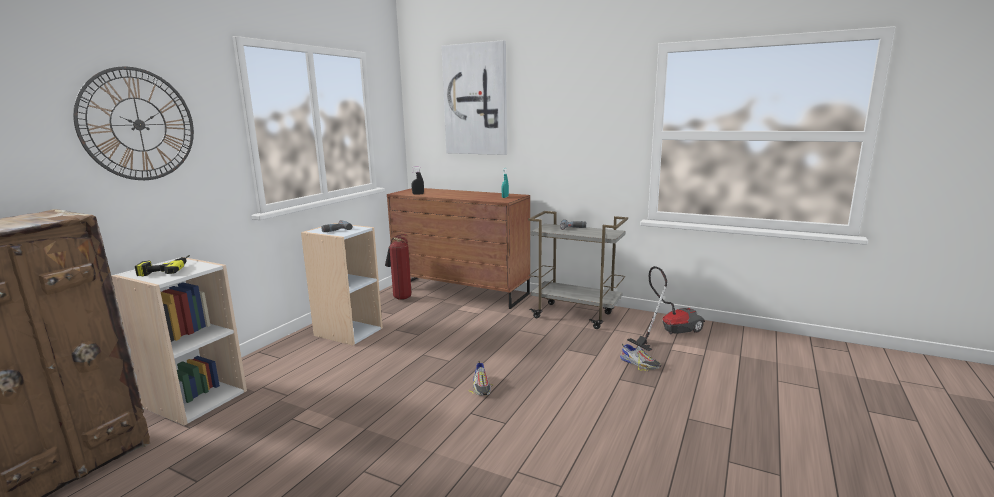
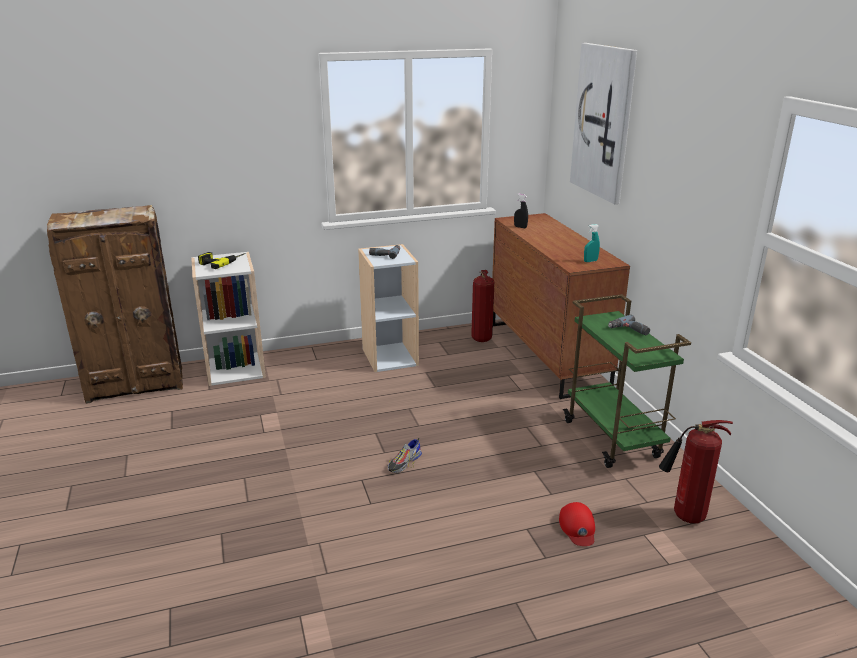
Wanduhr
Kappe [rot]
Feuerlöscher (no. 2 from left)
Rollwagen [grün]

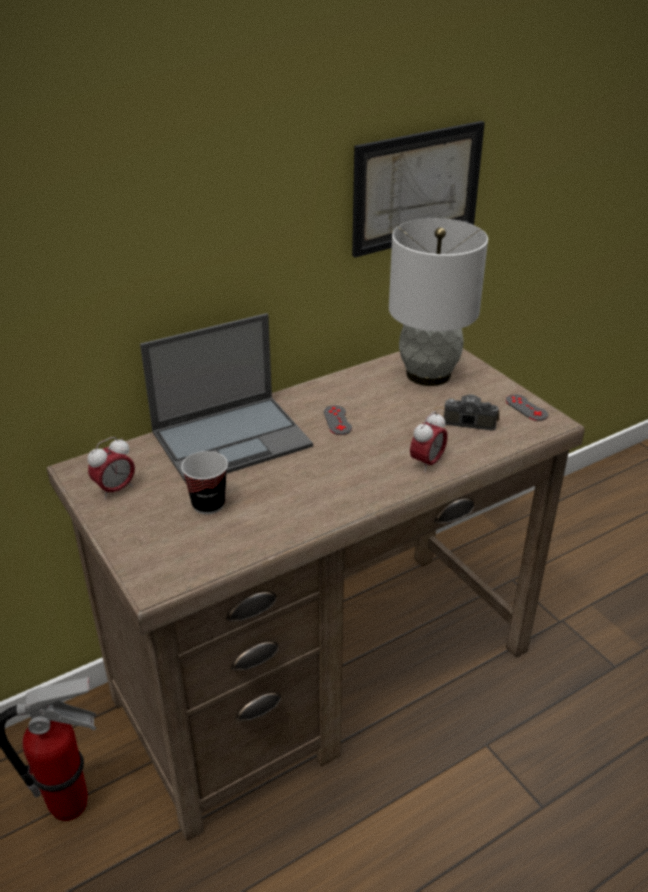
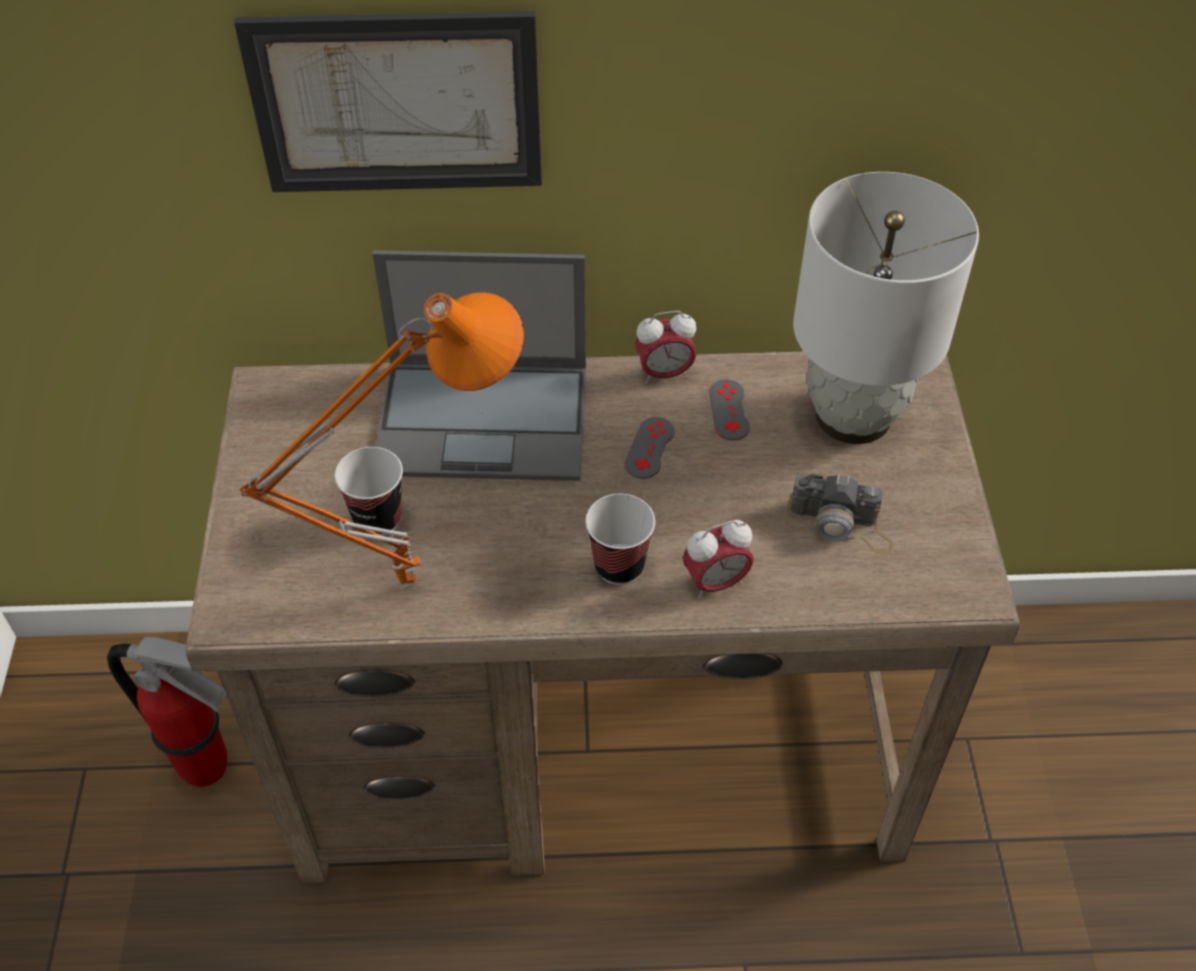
Tischlampe [orange]
Tasse (no. 2 from left)
Wecker (no. 1 from left)
Bild
Gamepad [grau] (no. 2 from left)
Kamera

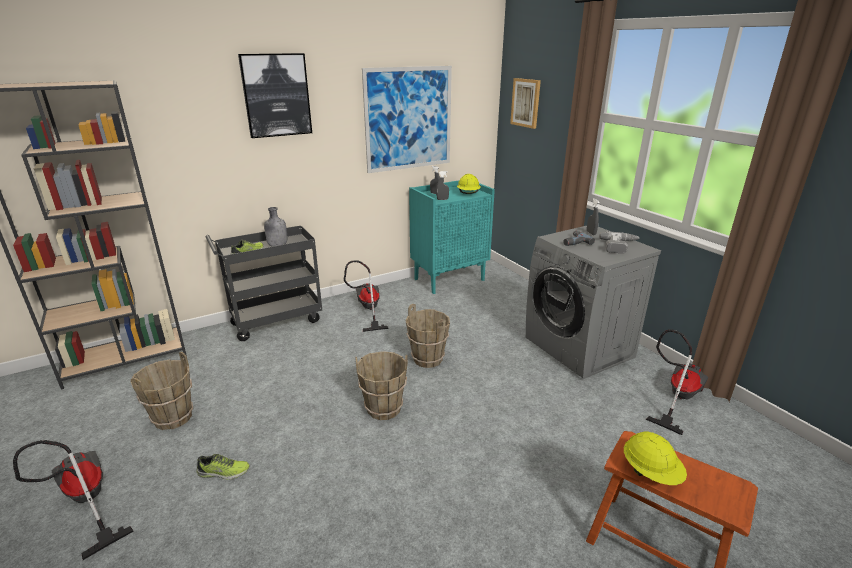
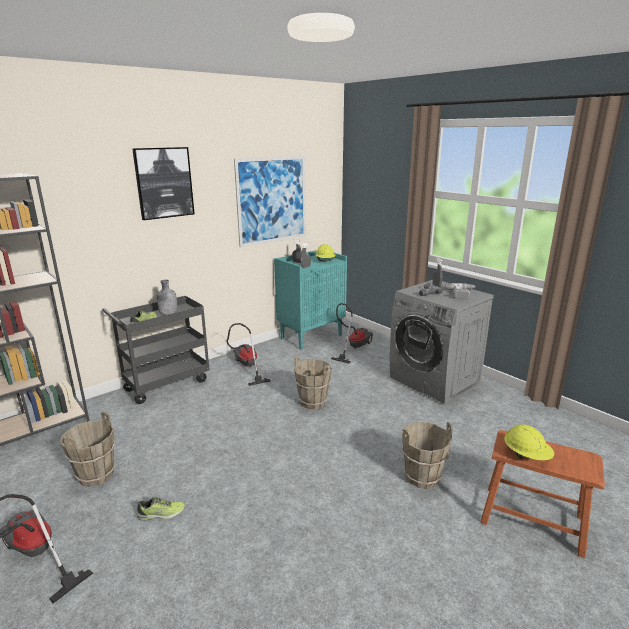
Bild (no. 3 from left in the first image)
Eimer [braun] (no. 3 from left)
Staubsauger (no. 3 from left)

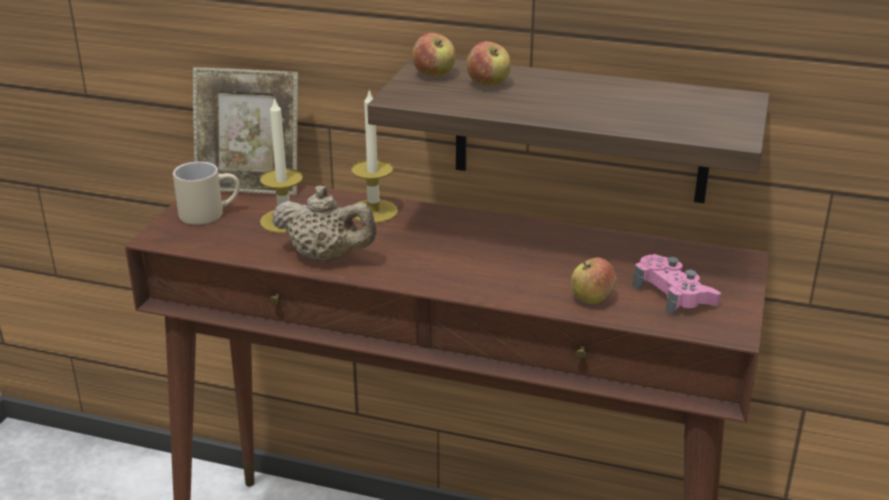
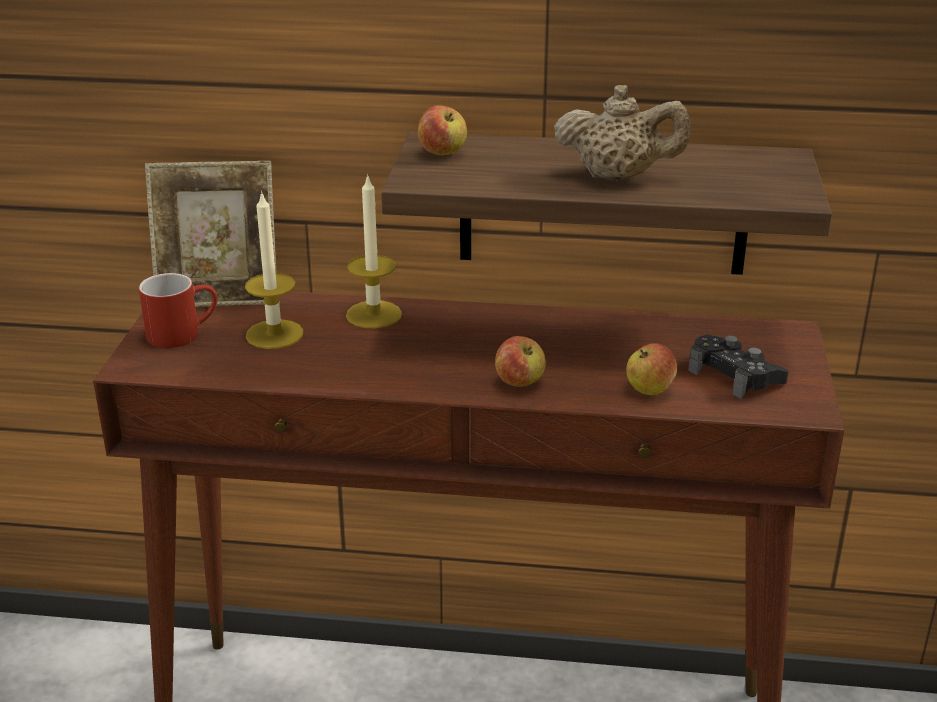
Teekanne [beige]
Apfel (no. 2 from left)
Henkelbecher [rot]
Gamepad [schwarz]

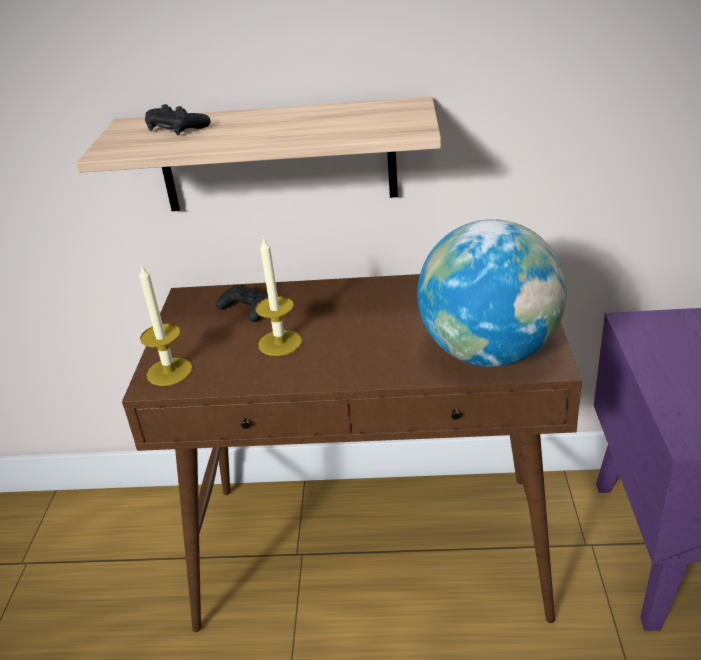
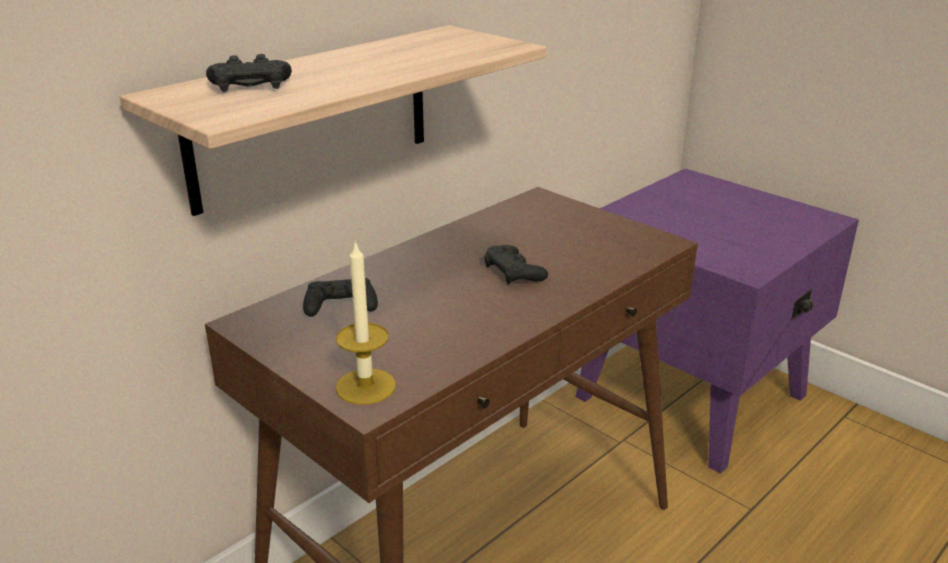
Kerze (no. 2 from left in the first image)
Globus
Gamepad [schwarz] (no. 3 from left)

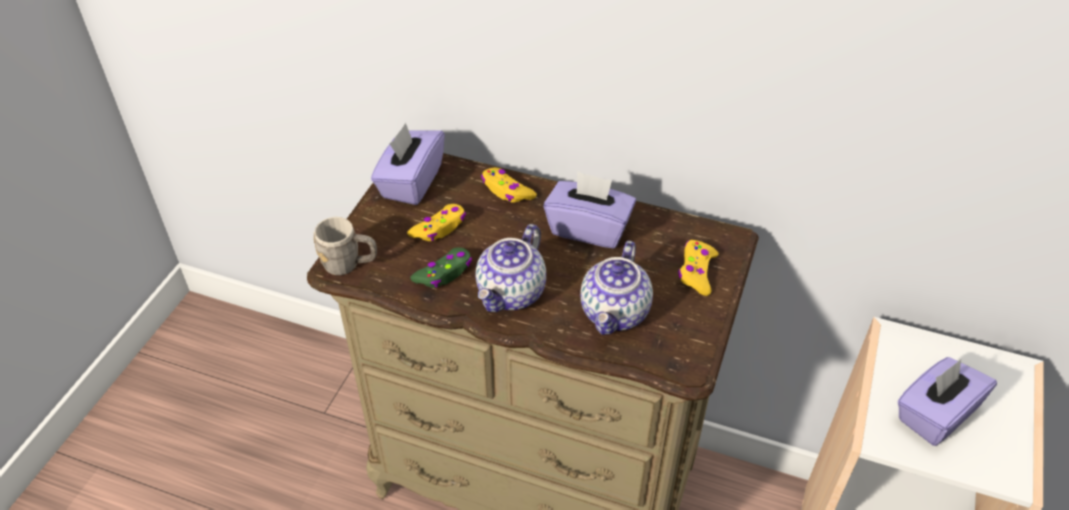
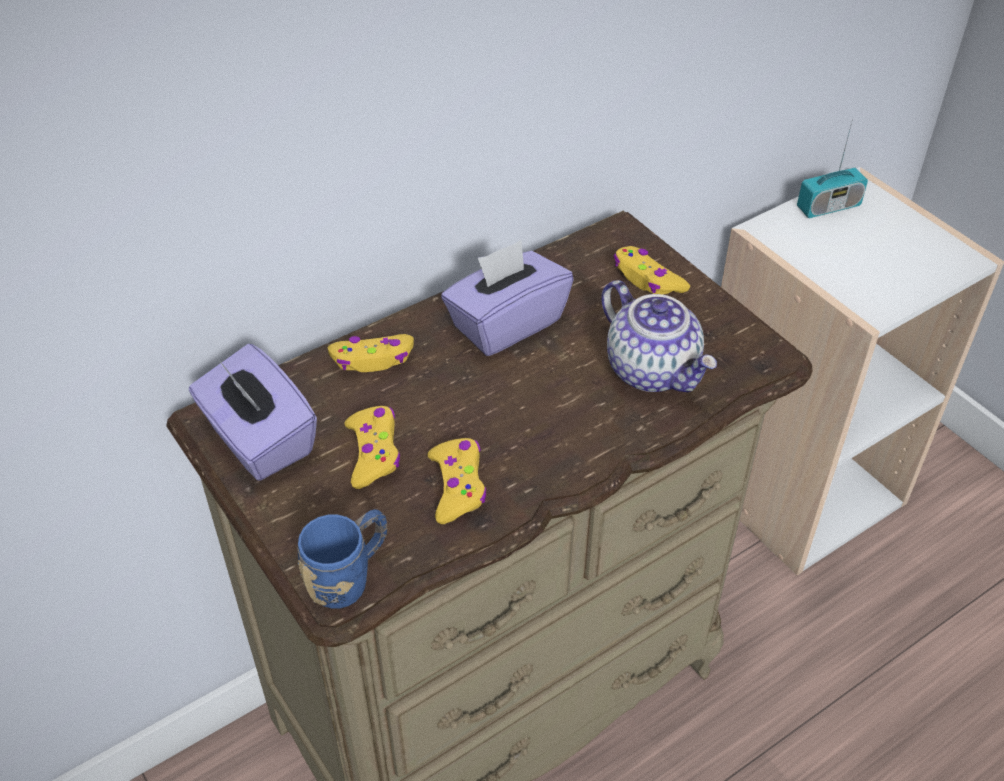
Teekanne (no. 1 from left in the first image)
Taschentuchbox [lila] (no. 3 from left in the first image)
Radio
Henkelbecher [blau]
Gamepad [gelb] (no. 3 from left)

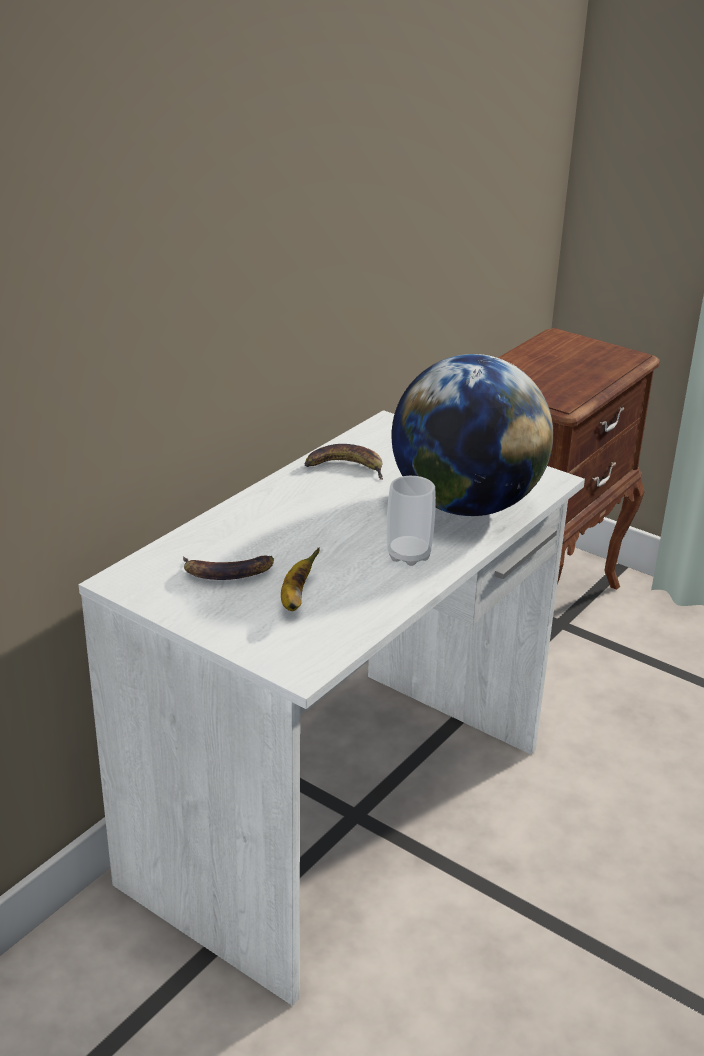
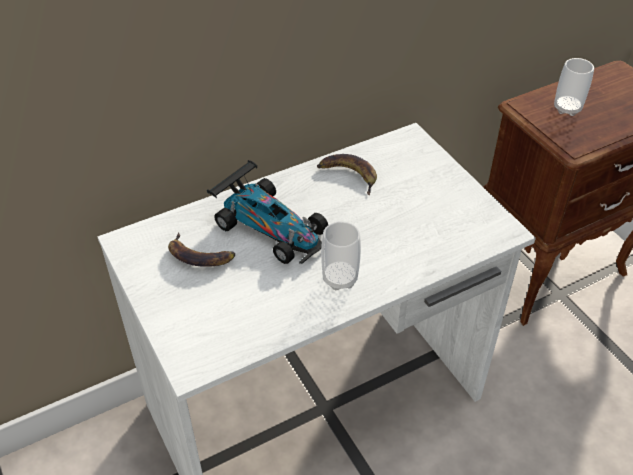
Banane (no. 2 from left in the first image)
Globus
Spielzeugauto
Tasse (no. 2 from left)

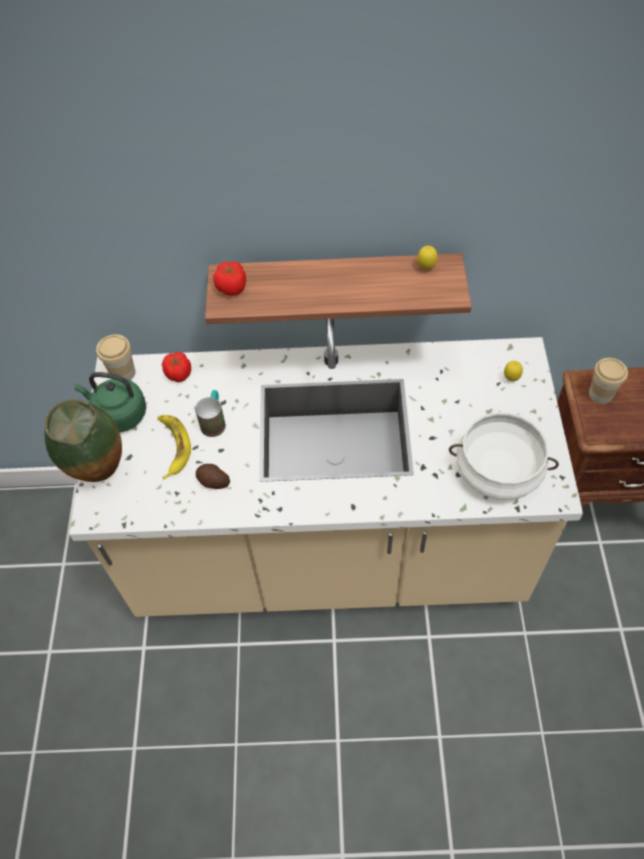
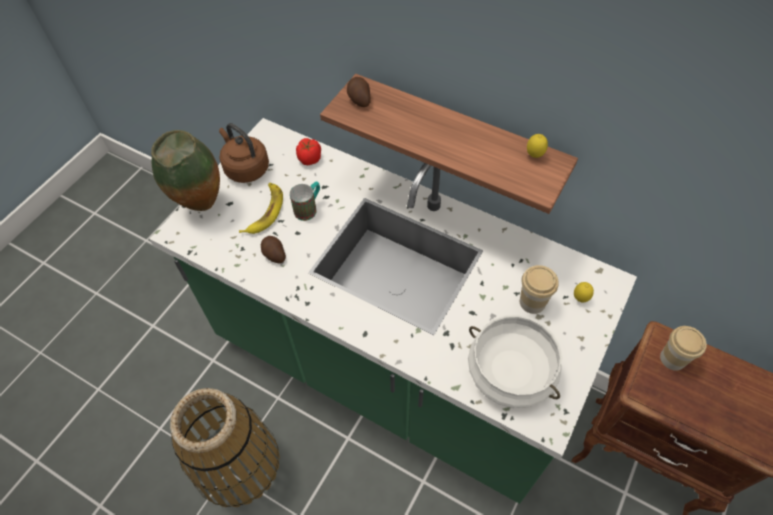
Korb
Tasse (no. 1 from left)
Kartoffel (no. 2 from left)
Küchenzeile [grün]
Wasserkessel [braun]

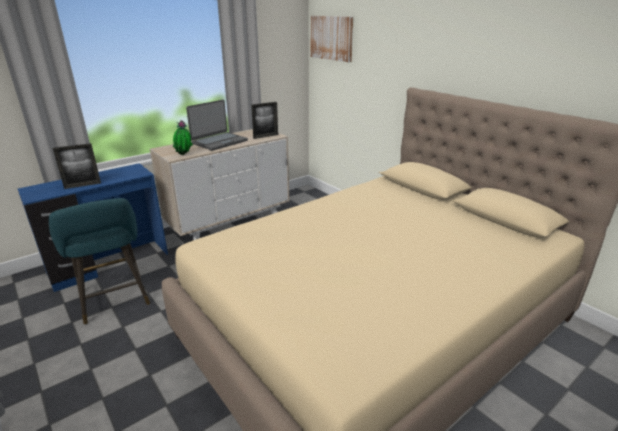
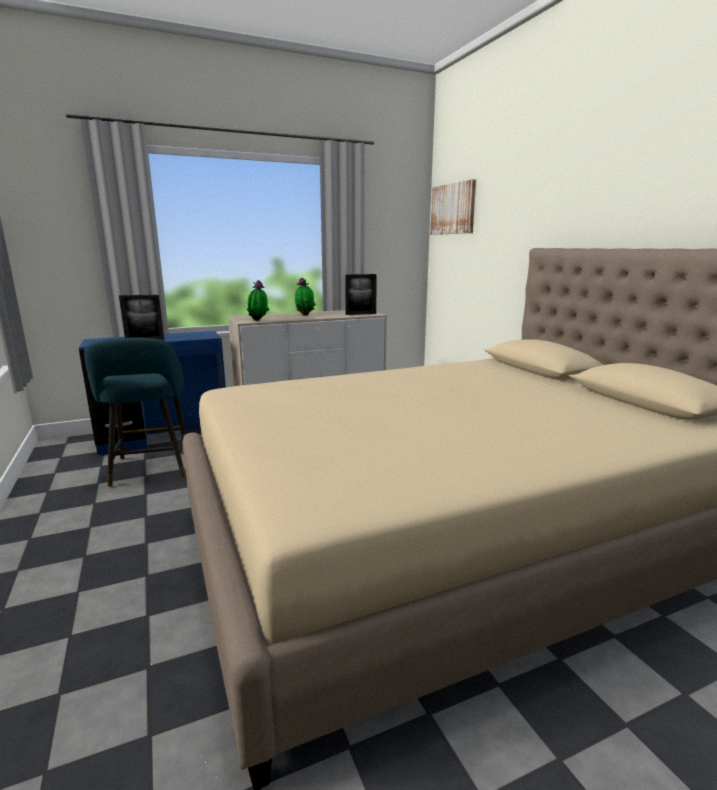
Topfpflanze (no. 2 from left)

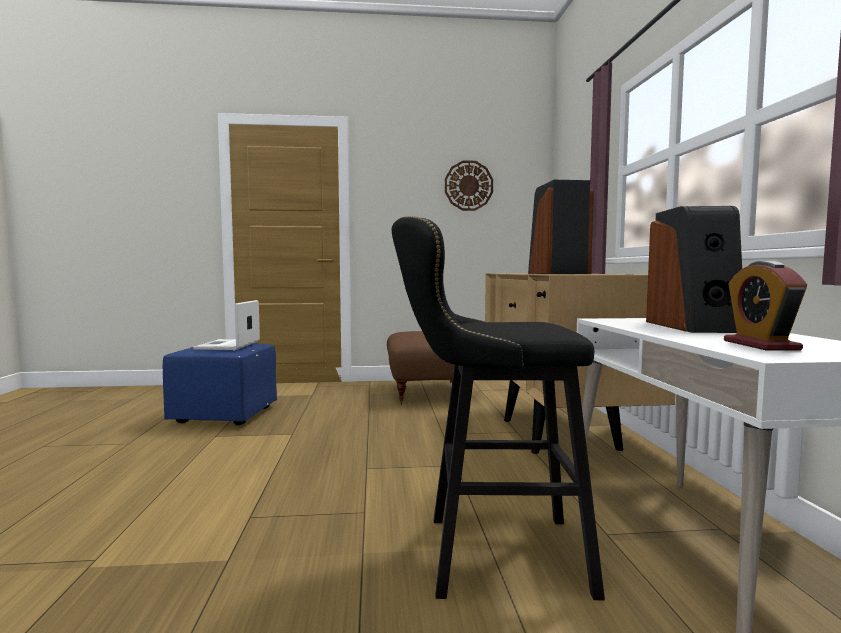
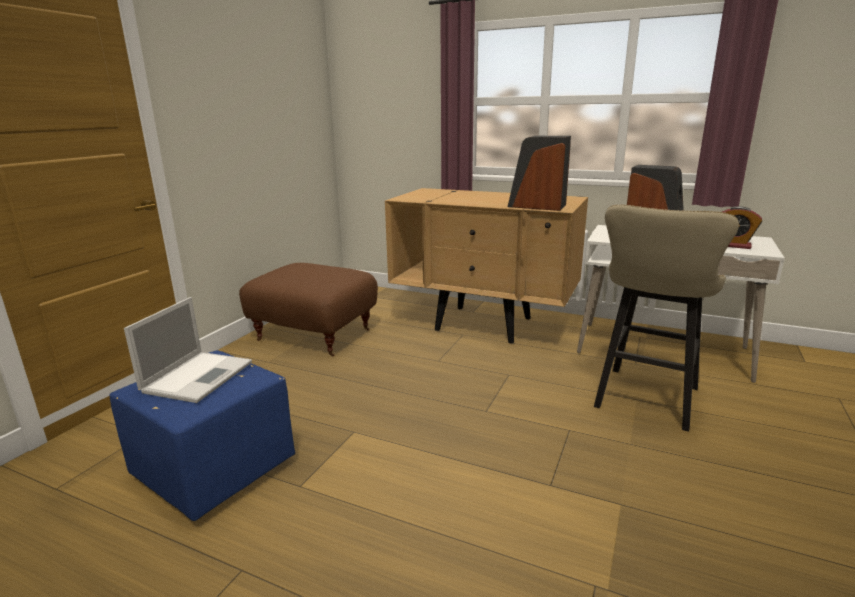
Wanduhr
Hocker [beige]
Laptop

